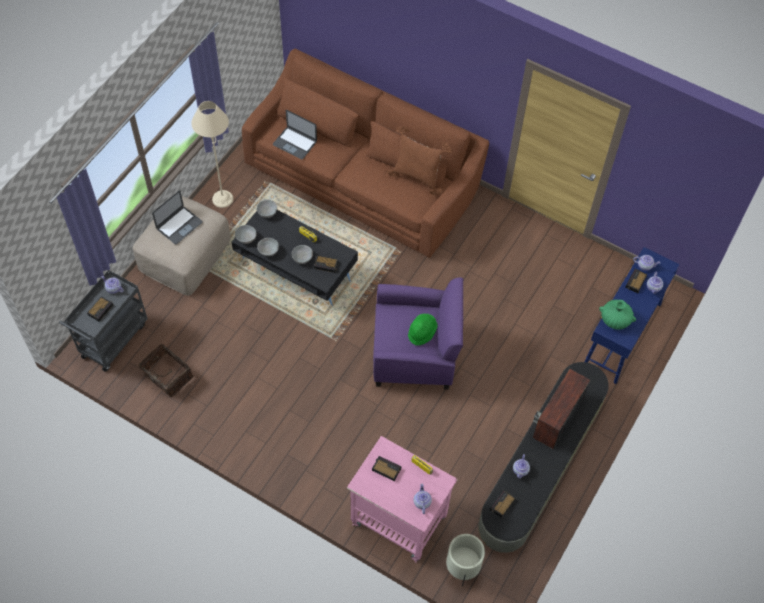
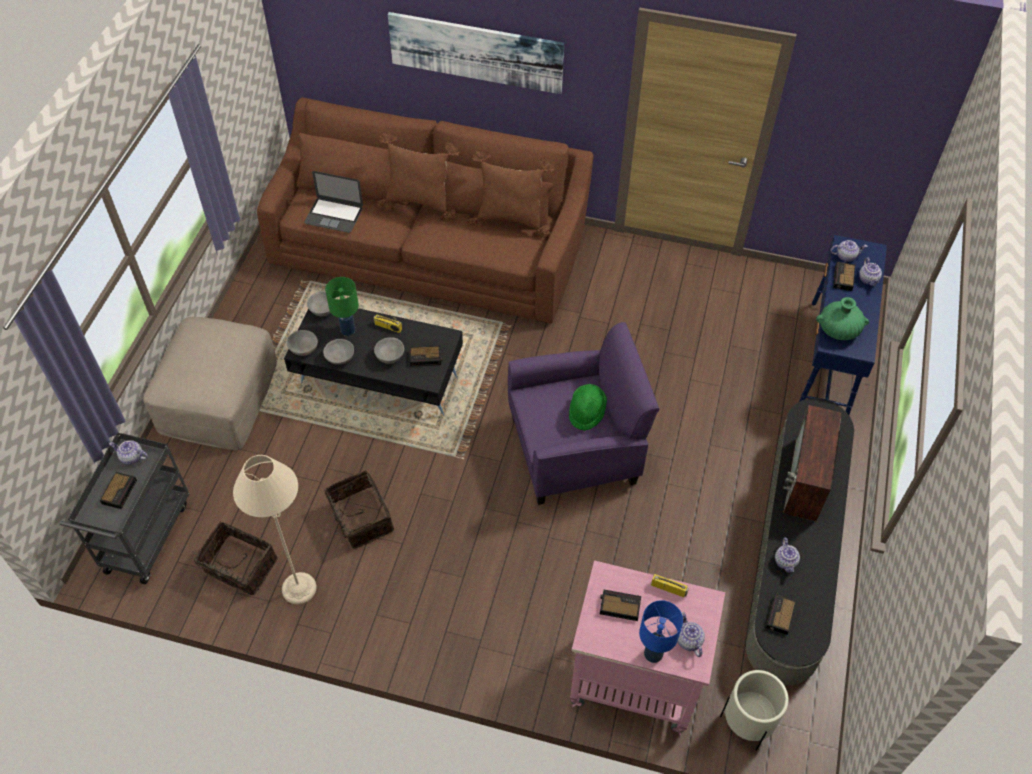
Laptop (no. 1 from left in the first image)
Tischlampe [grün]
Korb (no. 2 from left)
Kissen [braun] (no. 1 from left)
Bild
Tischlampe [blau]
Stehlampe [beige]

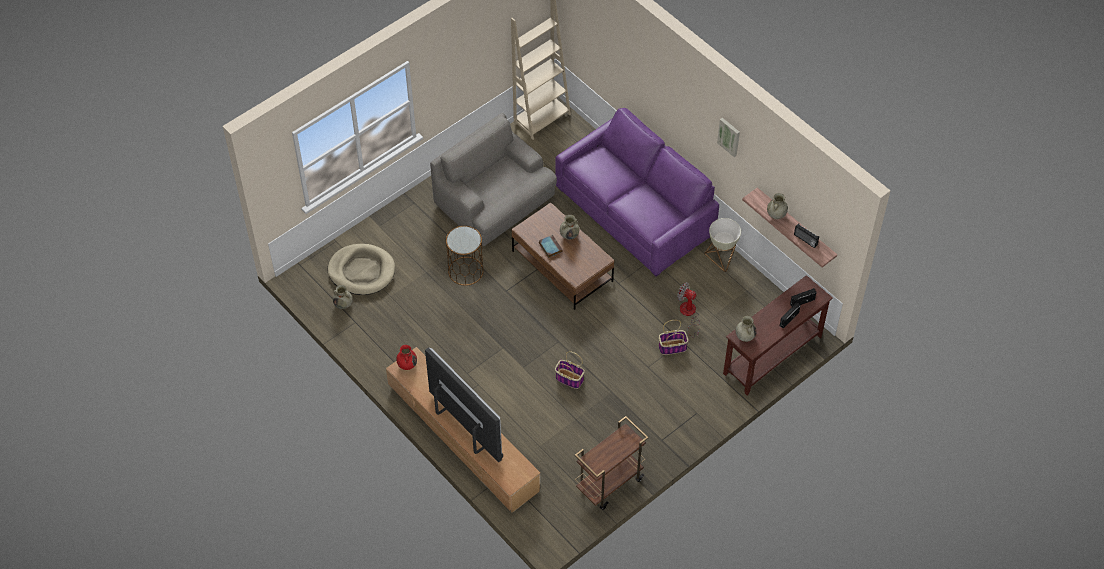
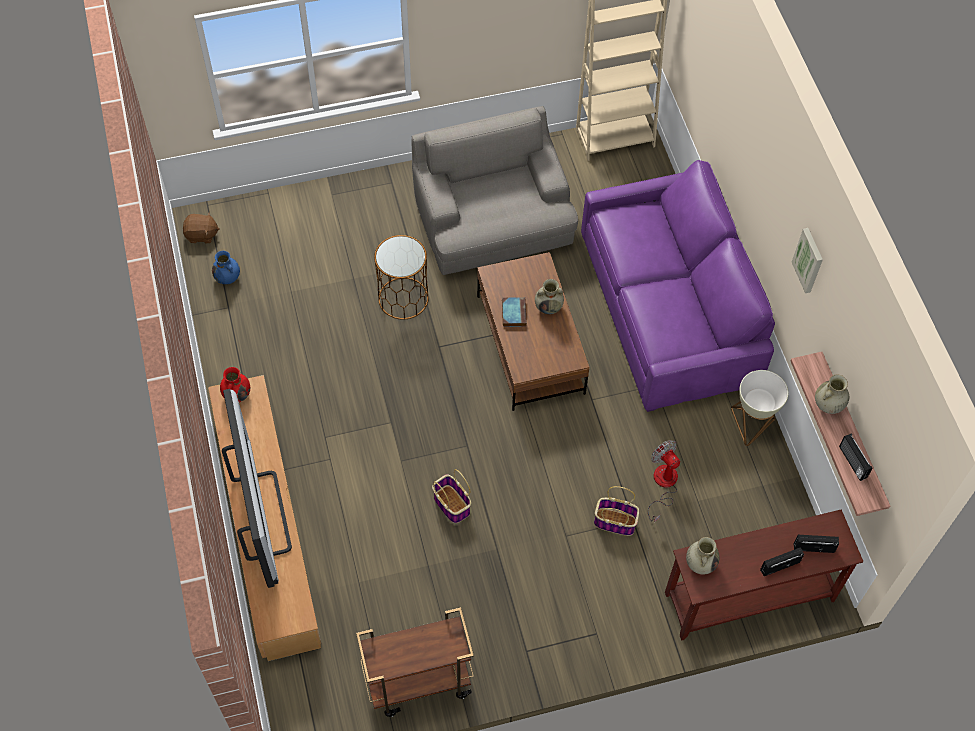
Hundebett [beige]
Plüschtier [braun]
Vase [blau]

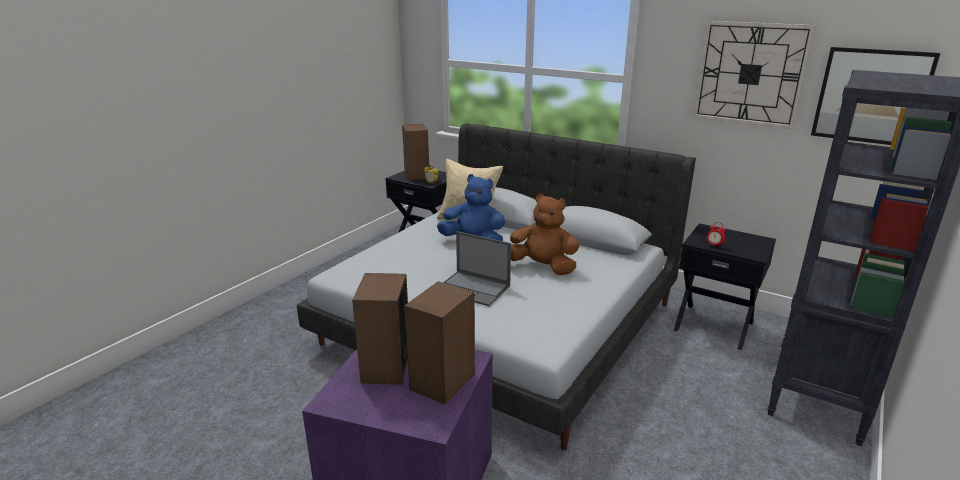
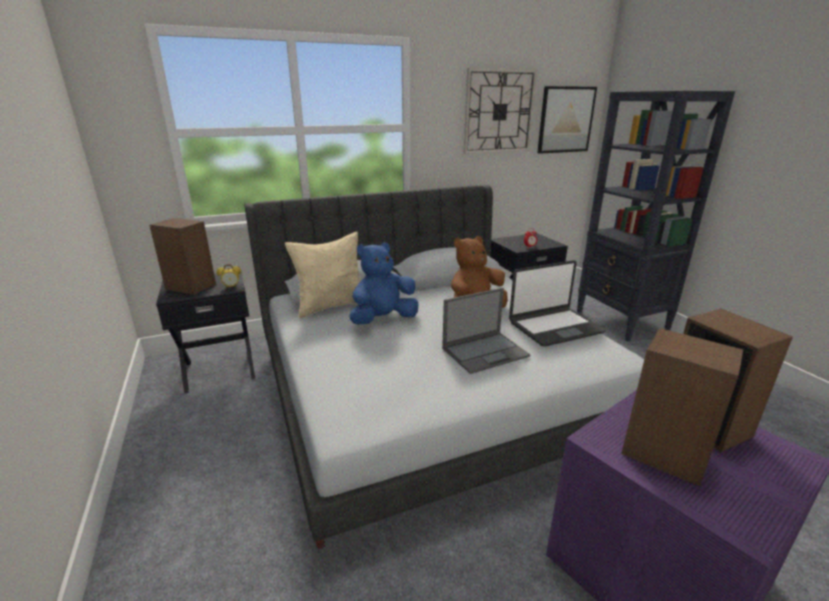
Laptop (no. 2 from left)

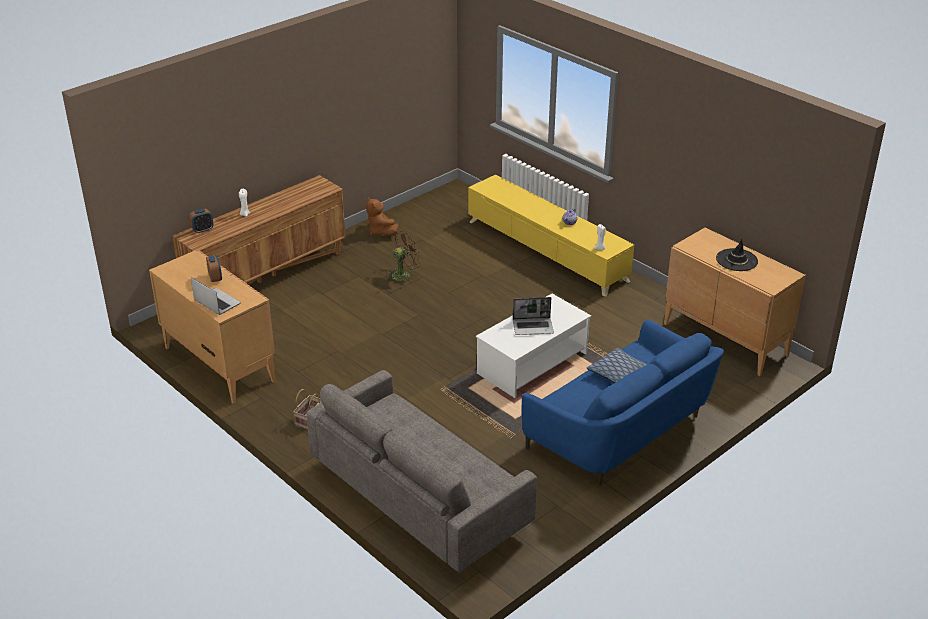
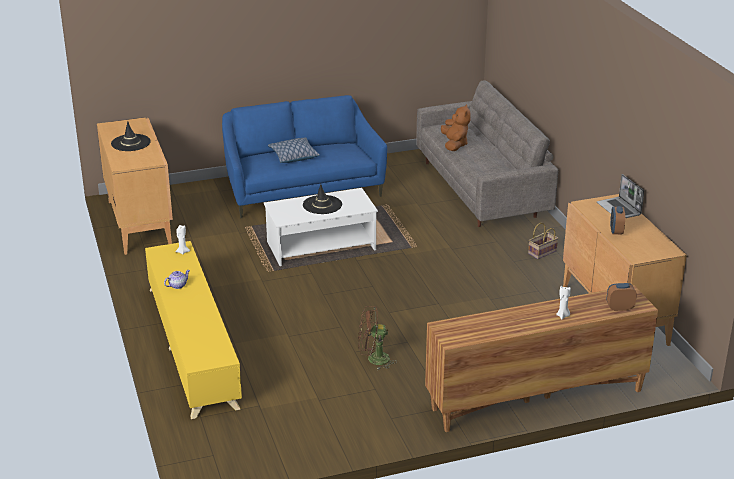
Plüschtier [braun]
Hut [schwarz] (no. 2 from left)

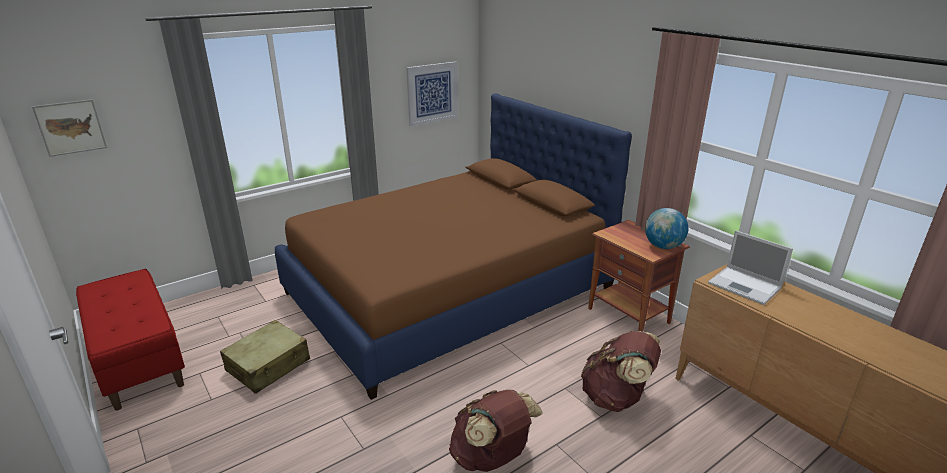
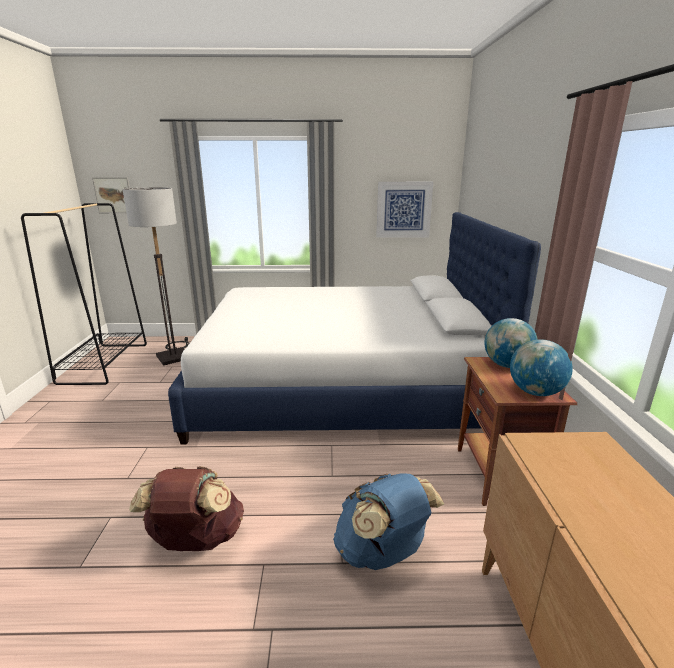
Koffer [beige]
Laptop
Stehlampe
Globus (no. 1 from left)
Kleiderständer [schwarz]
Bett [weiß]
Rucksack [blau]

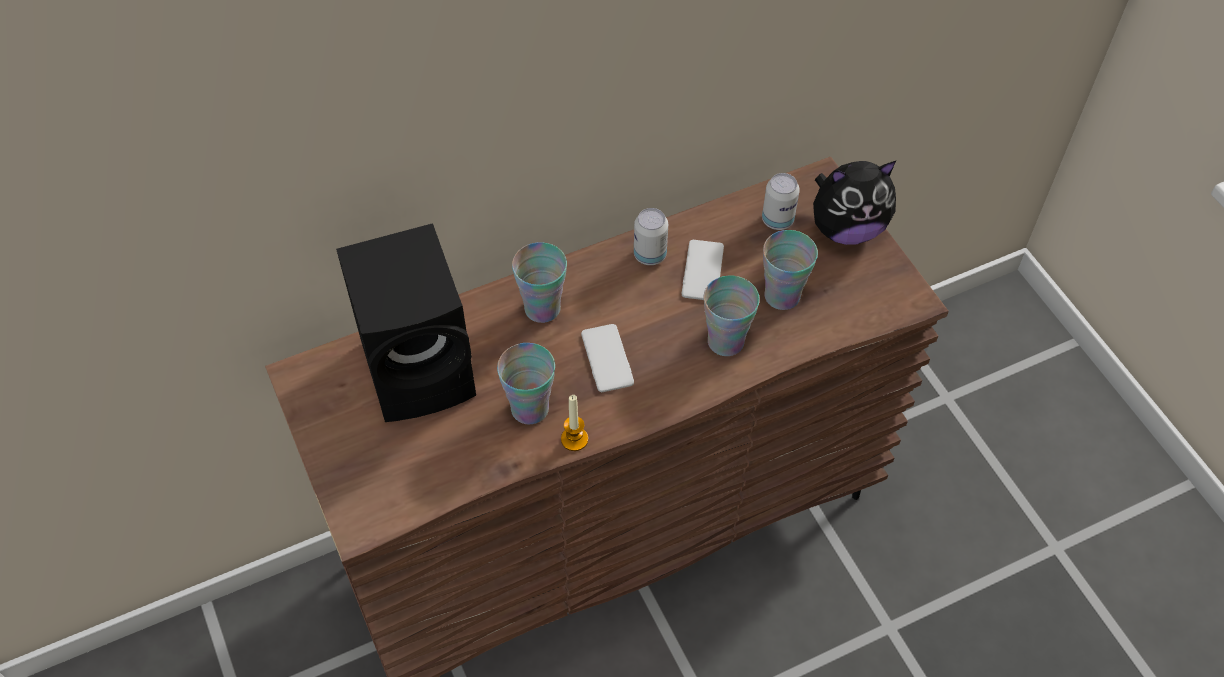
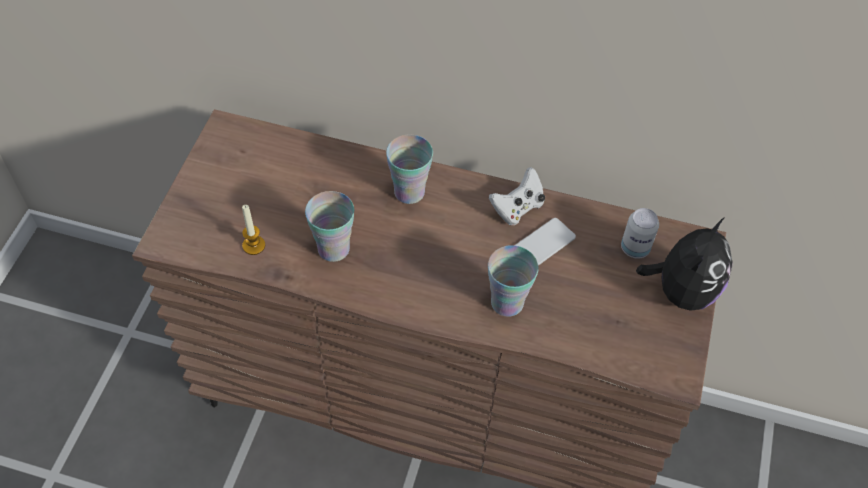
Lautsprecher [schwarz]
Handy (no. 1 from left in the first image)
Tasse (no. 4 from left in the first image)
Kerze
Gamepad [weiß]
Plüschtier

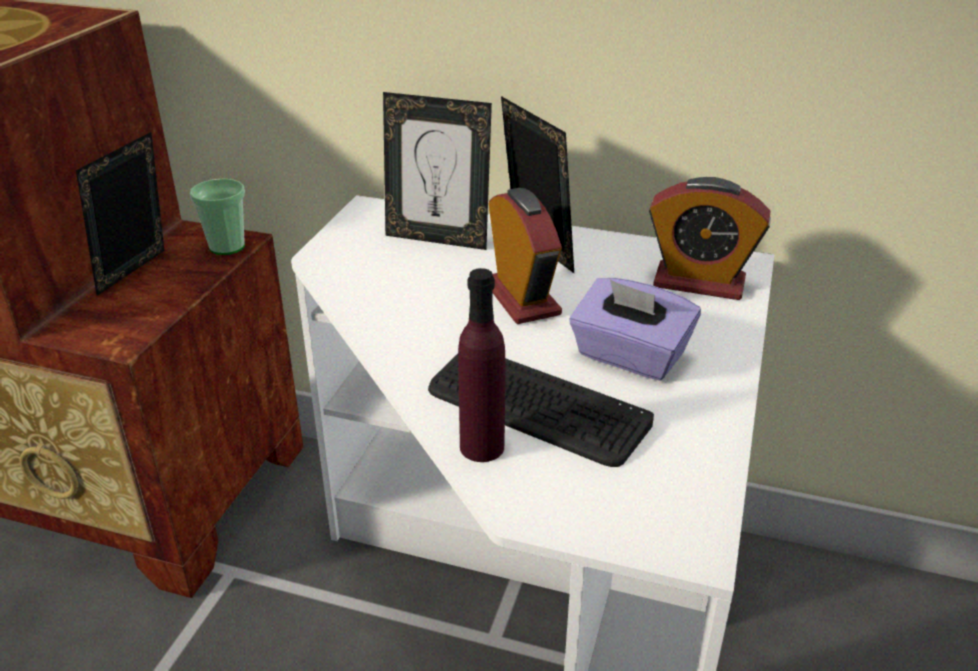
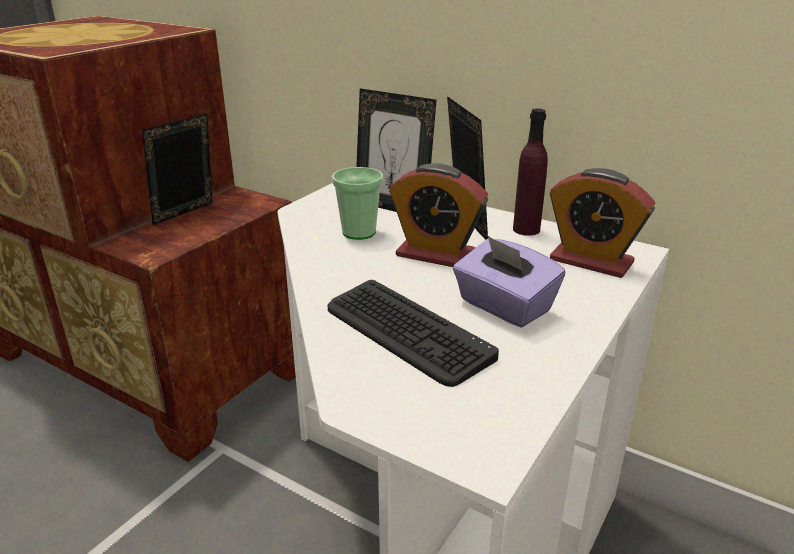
Tasse
Flasche [lila]
Wecker (no. 1 from left)

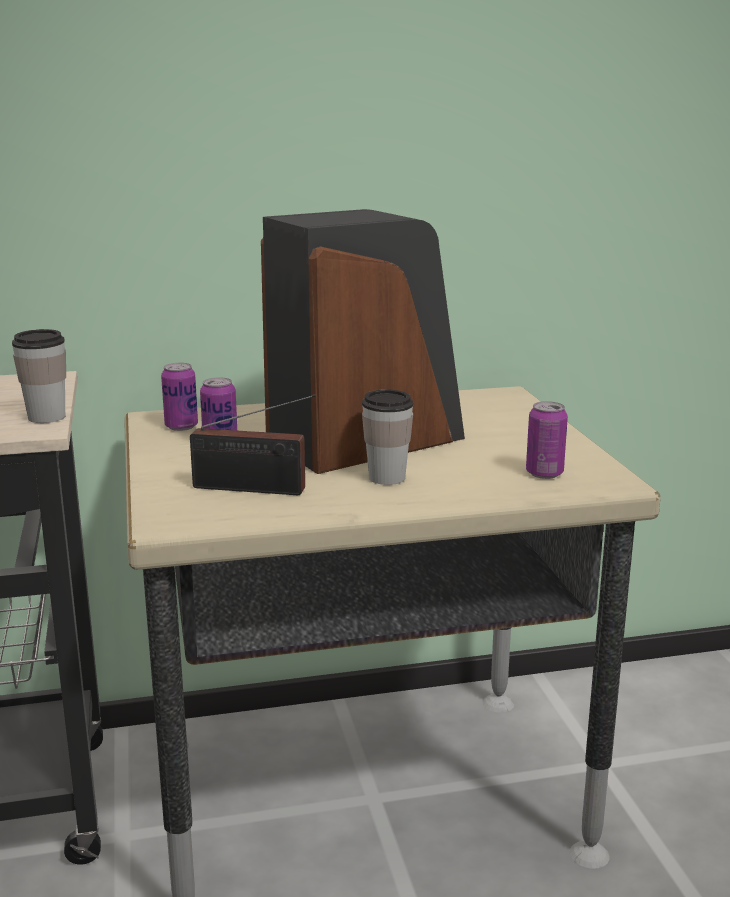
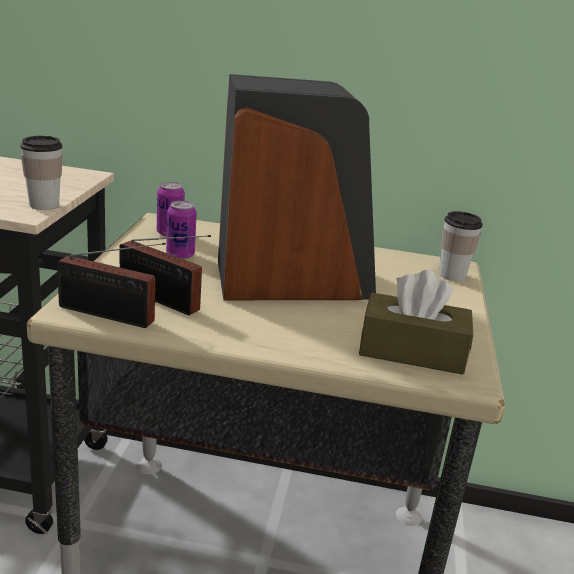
Radio (no. 1 from left)
Tasse (no. 2 from left)
Taschentuchbox [braun]

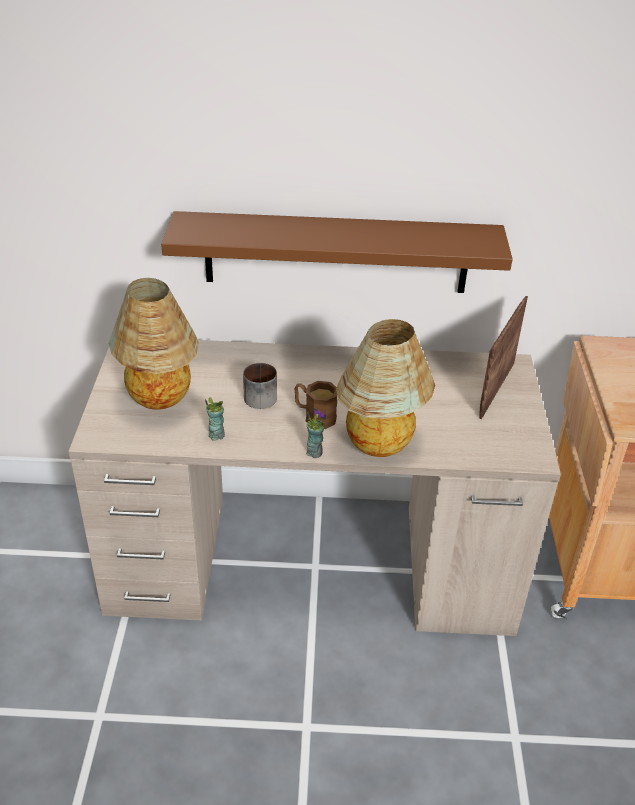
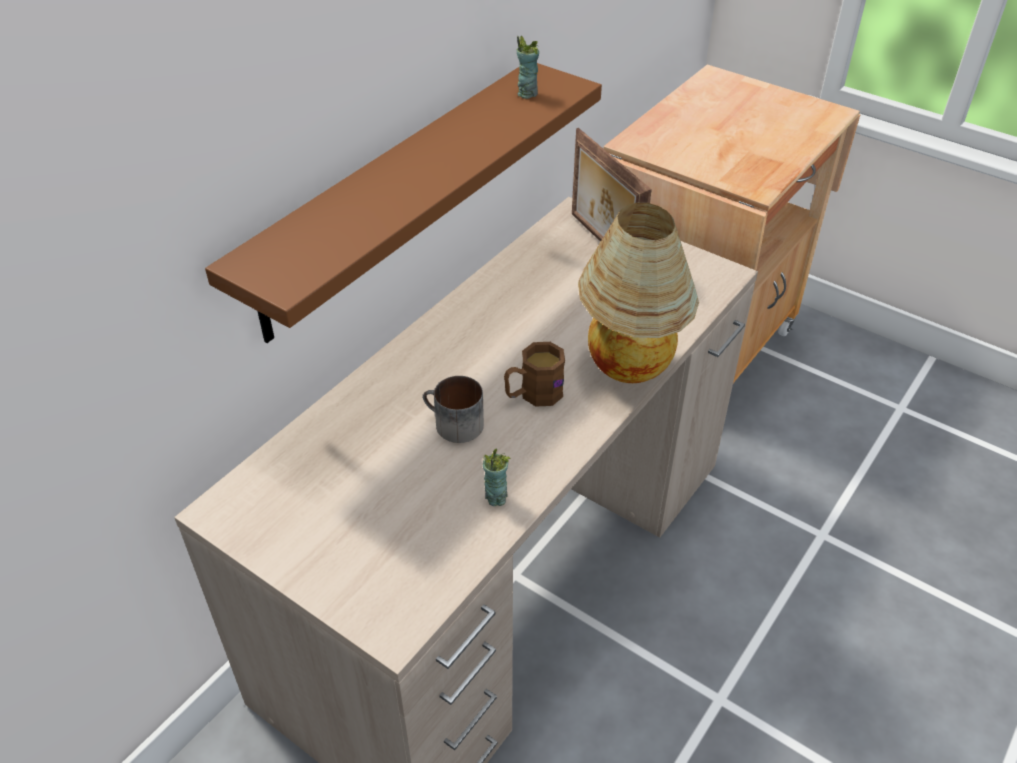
Tischlampe (no. 1 from left in the first image)
Tasse (no. 2 from left)

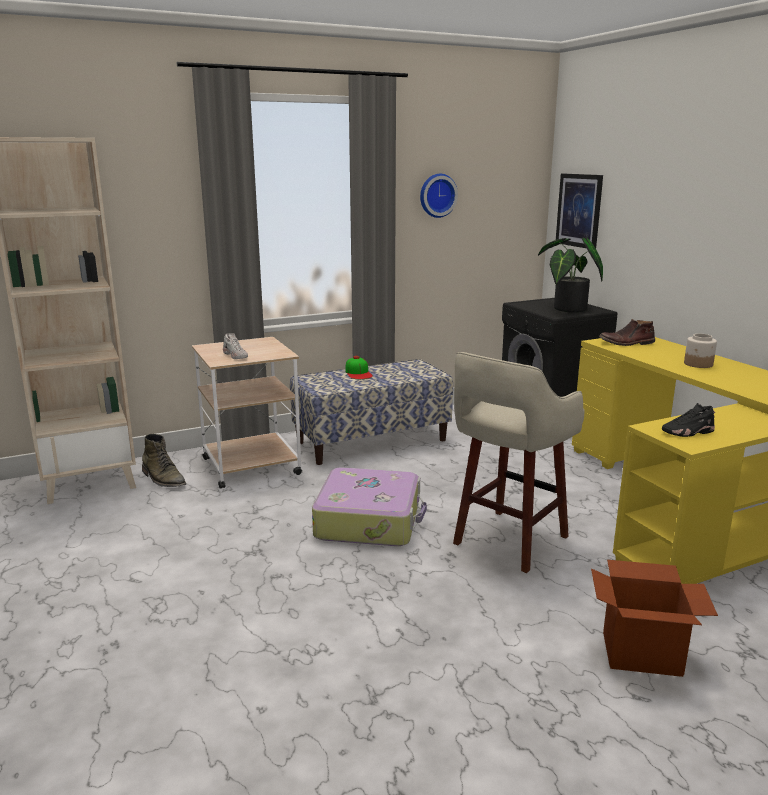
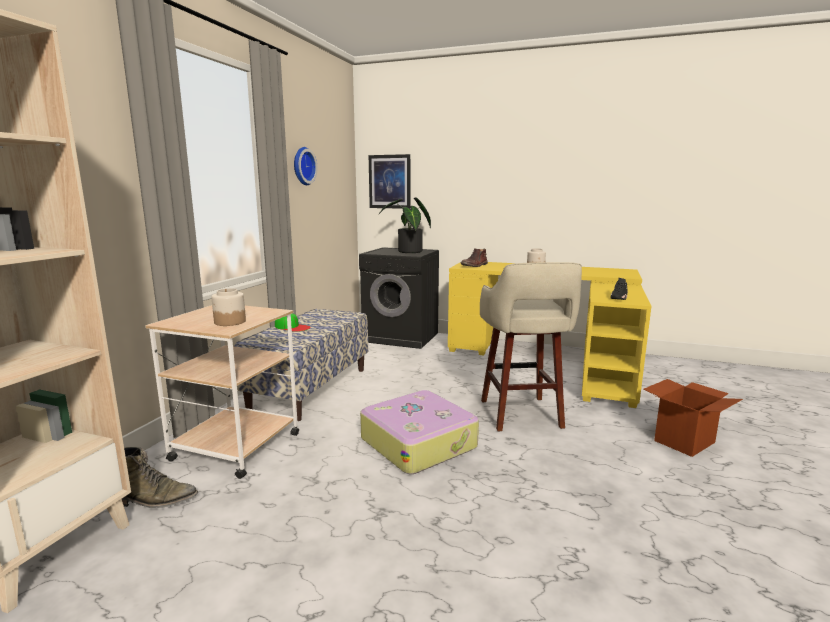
Vorratsglas (no. 1 from left)

